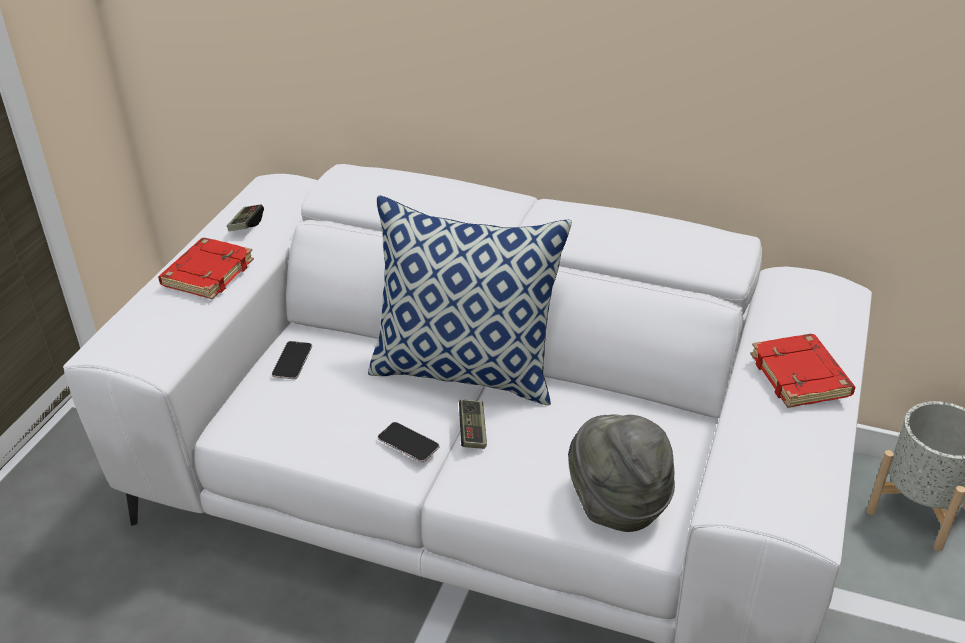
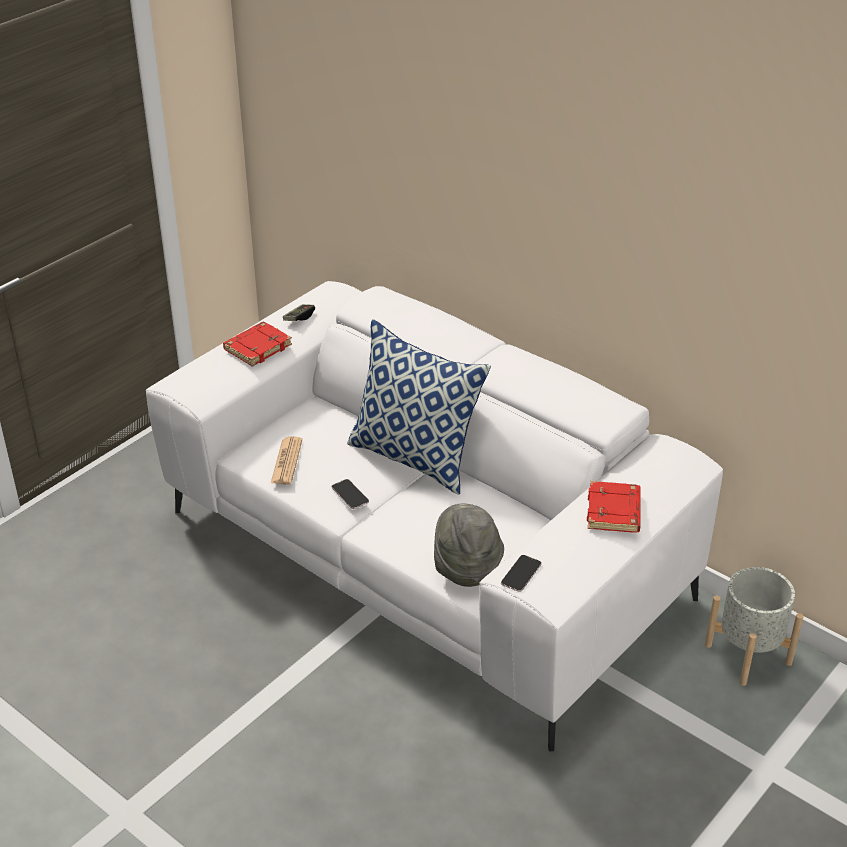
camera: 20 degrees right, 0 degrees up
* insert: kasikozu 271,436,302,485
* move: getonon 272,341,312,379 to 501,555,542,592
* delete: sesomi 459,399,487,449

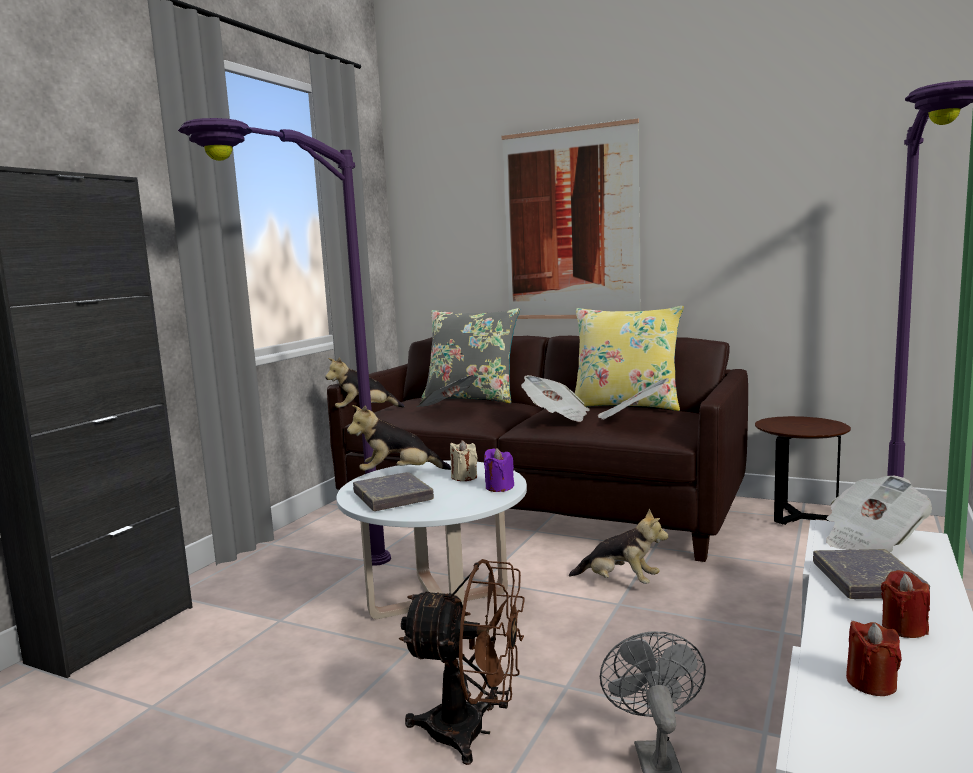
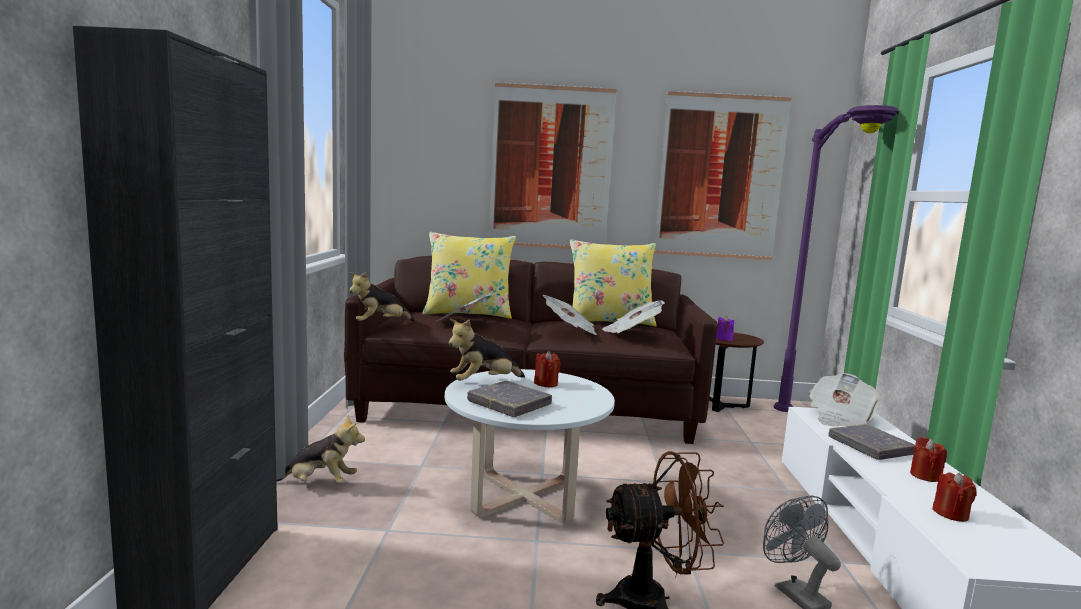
camera: 25 degrees left, 0 degrees up
* move: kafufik 569,509,669,584 to 276,415,365,484
* recolor: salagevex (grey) 421,308,520,404 to salagevex (yellow) 422,232,516,319
* recolor: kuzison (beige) 450,440,478,481 to kuzison (red) 534,351,561,387
* insert: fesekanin 654,91,792,260
* move: kuzison (purple) 484,448,514,492 to 716,316,734,341
* delete: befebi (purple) 178,118,391,566

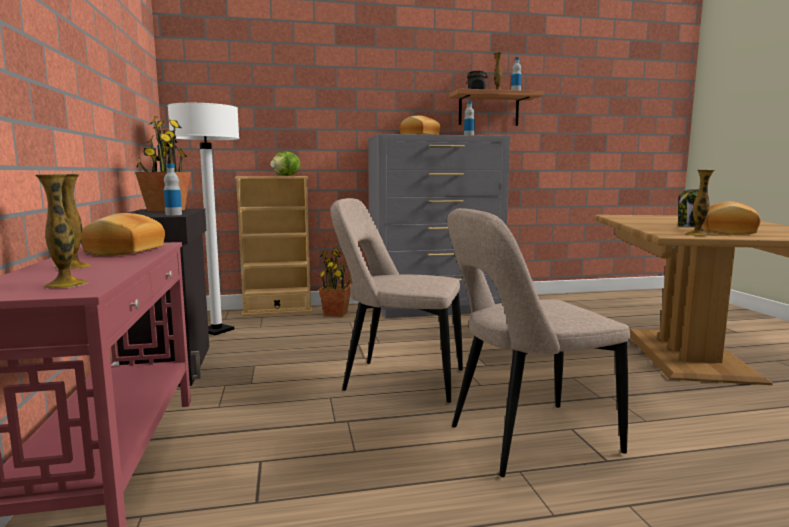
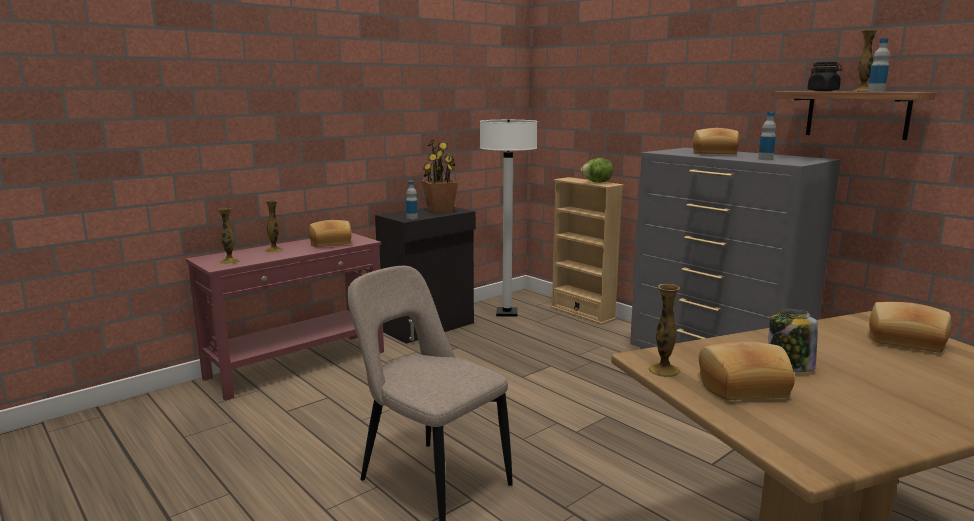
camera: 60 degrees right, 5 degrees up
* insert: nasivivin 869,302,951,353
* delete: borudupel 318,248,353,317
* delete: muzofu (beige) 331,198,463,403

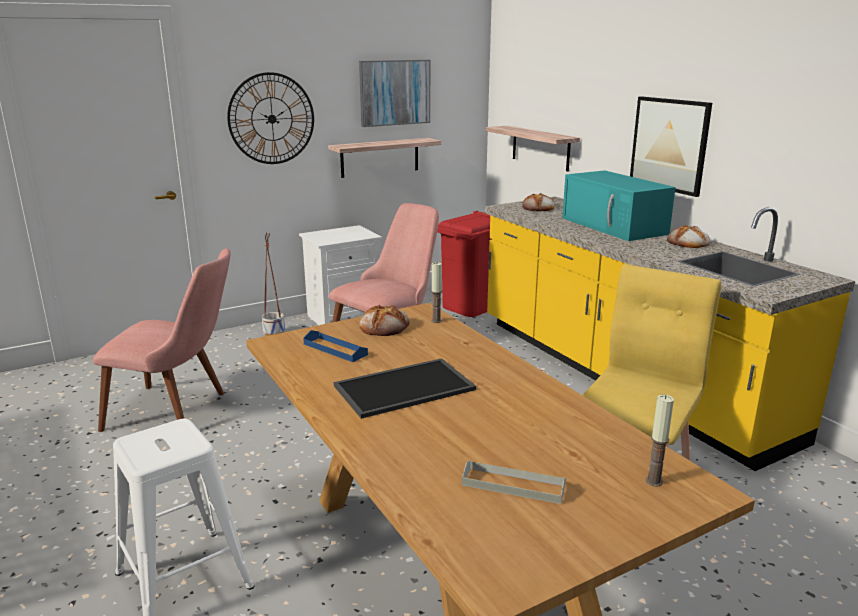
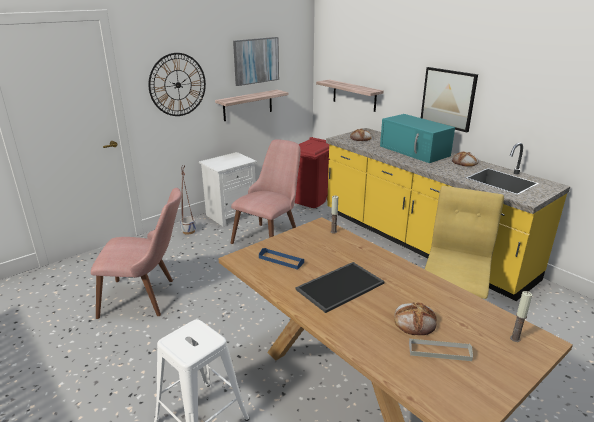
camera: 10 degrees left, 5 degrees up
* move: nasivivin 359,305,409,336 to 394,302,437,335

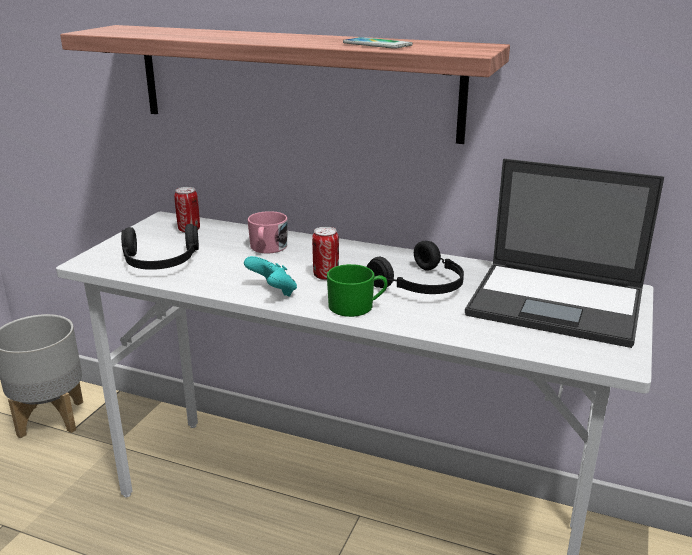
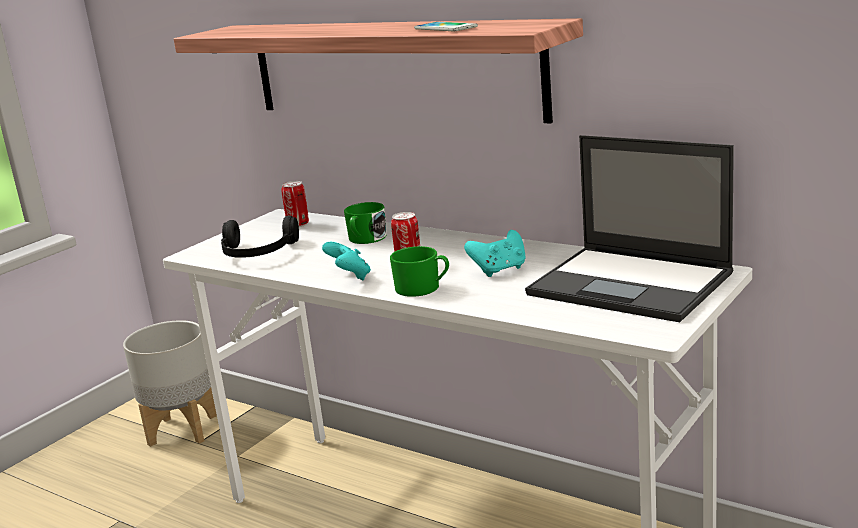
camera: 15 degrees right, 5 degrees down
* recolor: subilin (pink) 247,211,288,253 to subilin (green) 344,202,386,244
* replace: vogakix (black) 367,241,464,294 to sesomi (turquoise) 464,230,526,277

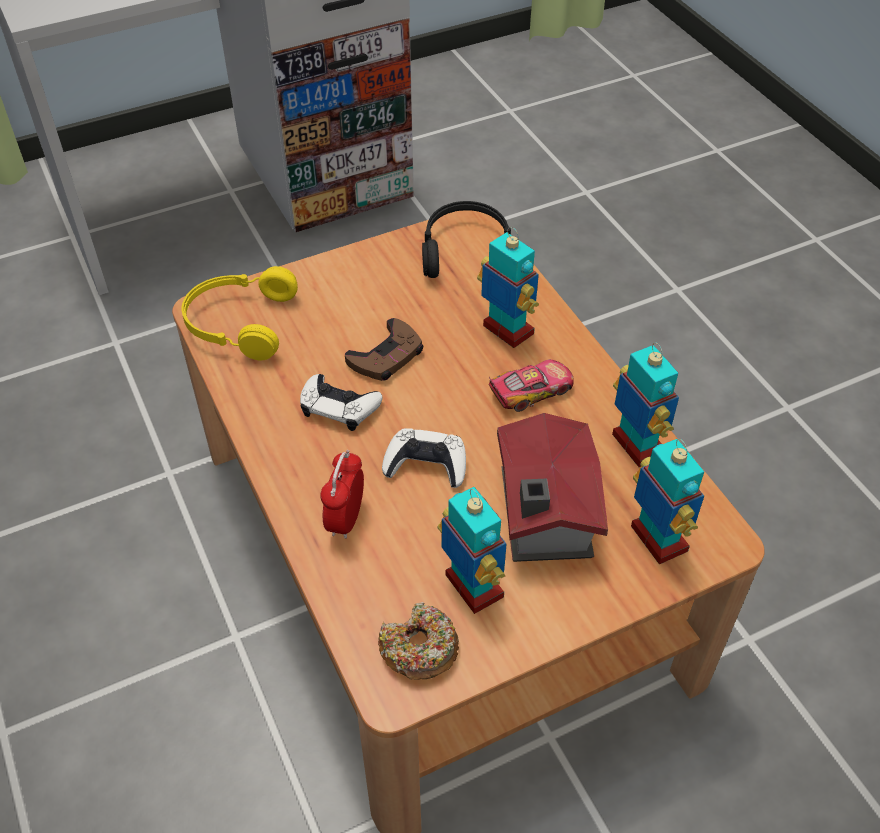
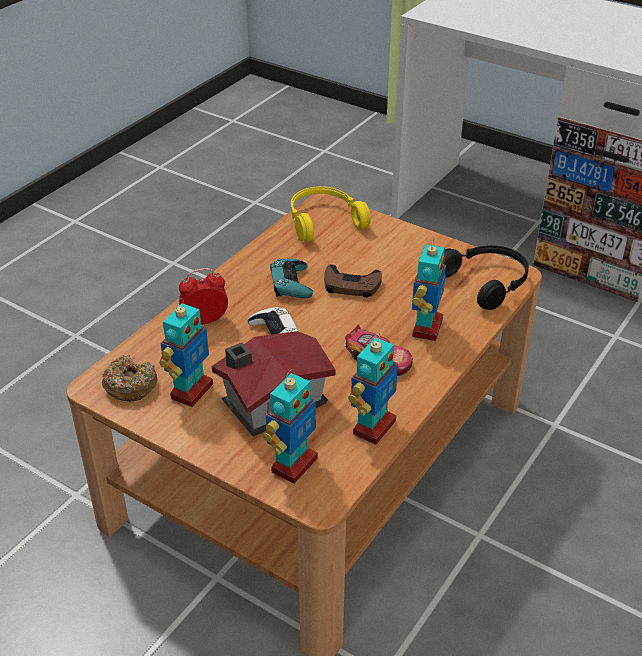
camera: 60 degrees right, 10 degrees down
* recolor: sesomi (white) 300,374,382,431 to sesomi (turquoise) 270,259,313,298

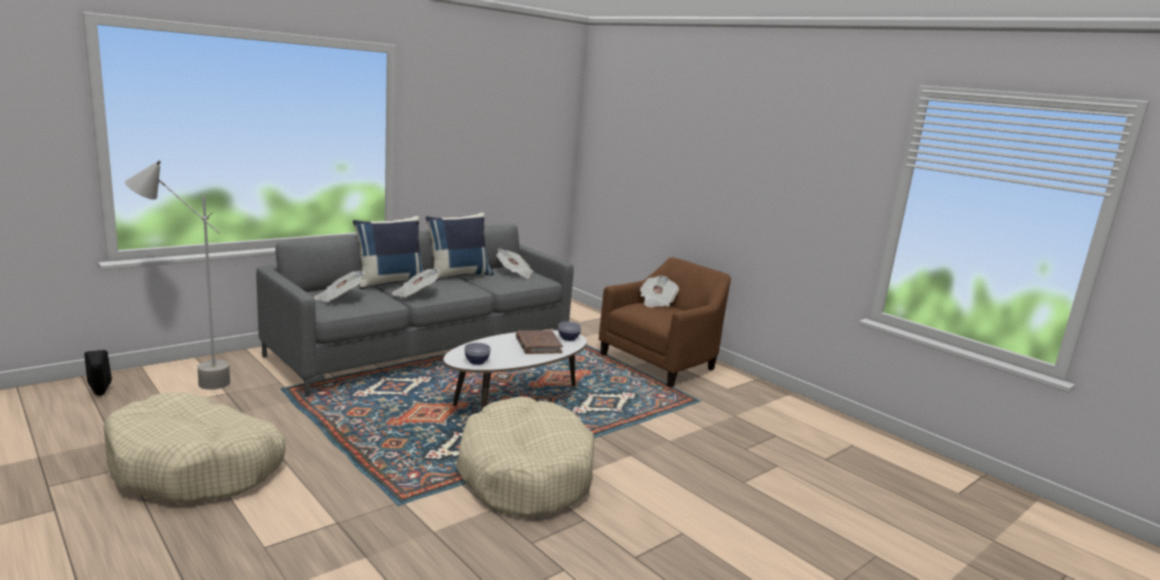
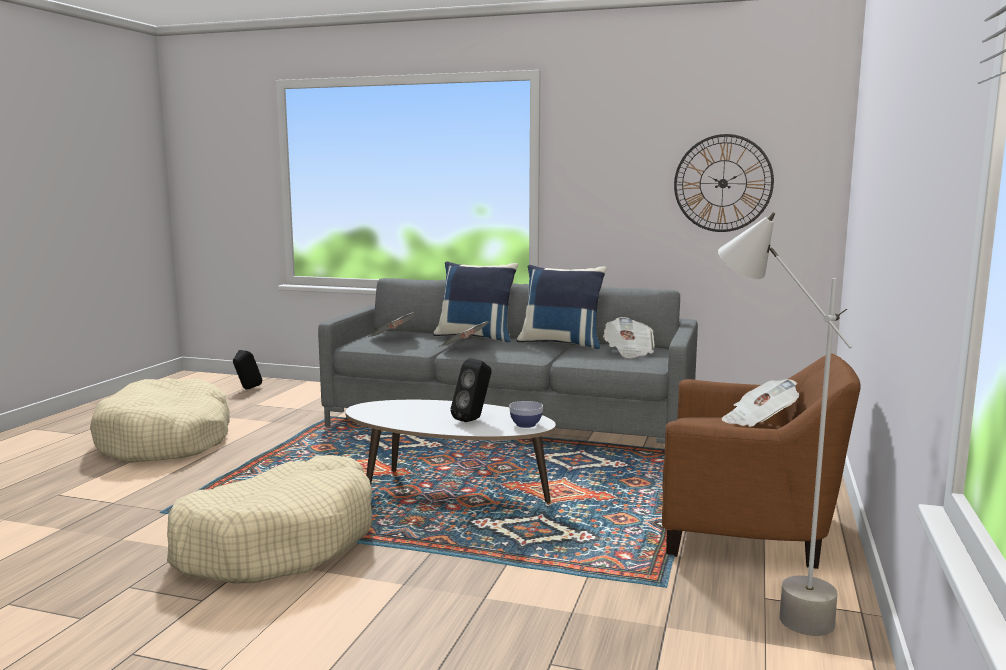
camera: 60 degrees right, 5 degrees down
* replace: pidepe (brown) 516,330,563,354 to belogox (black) 450,358,492,422
* insert: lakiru 674,134,774,232
* move: befebi (grey) 125,160,230,390 to 718,212,852,636
* delete: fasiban 464,343,491,365

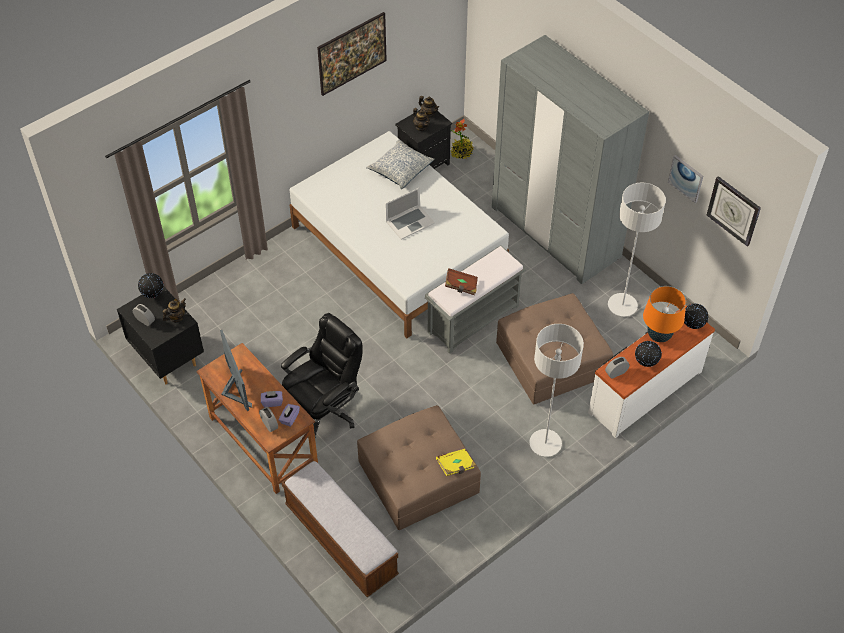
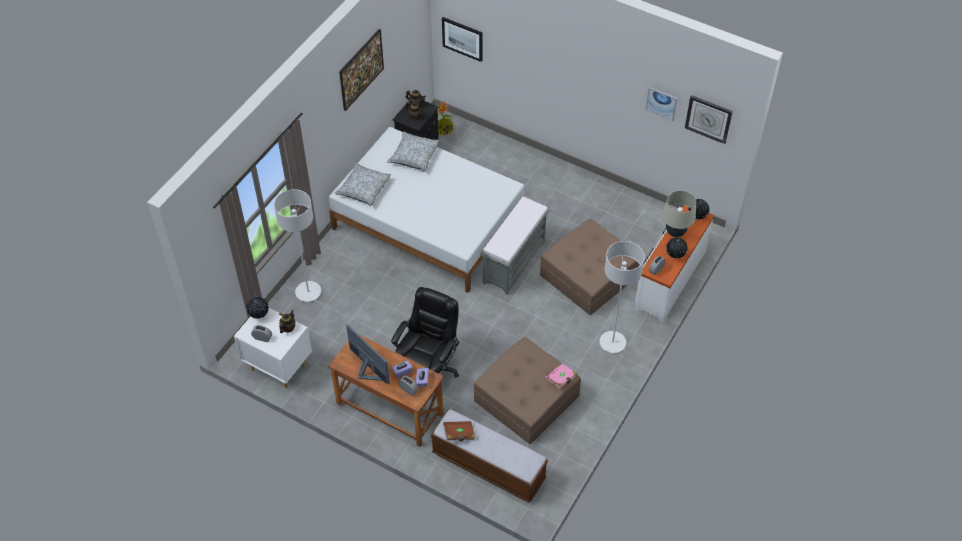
camera: 20 degrees left, 0 degrees up
* recolor: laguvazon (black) 117,285,204,384 to laguvazon (white) 234,308,312,388
* move: befebi (grey) 608,183,666,317 to 274,189,321,302
* insert: salagevex 334,163,391,206
* insert: fesekanin 442,17,483,62
* move: pidepe (brown) 445,268,478,295 to 443,421,476,441
* recolor: pidepe (yellow) 436,449,476,476 to pidepe (pink) 545,363,577,388
* recolor: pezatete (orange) 643,286,686,342 to pezatete (beige) 662,190,696,237
* delete: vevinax 385,188,435,240
* delete: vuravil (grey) 492,35,649,284

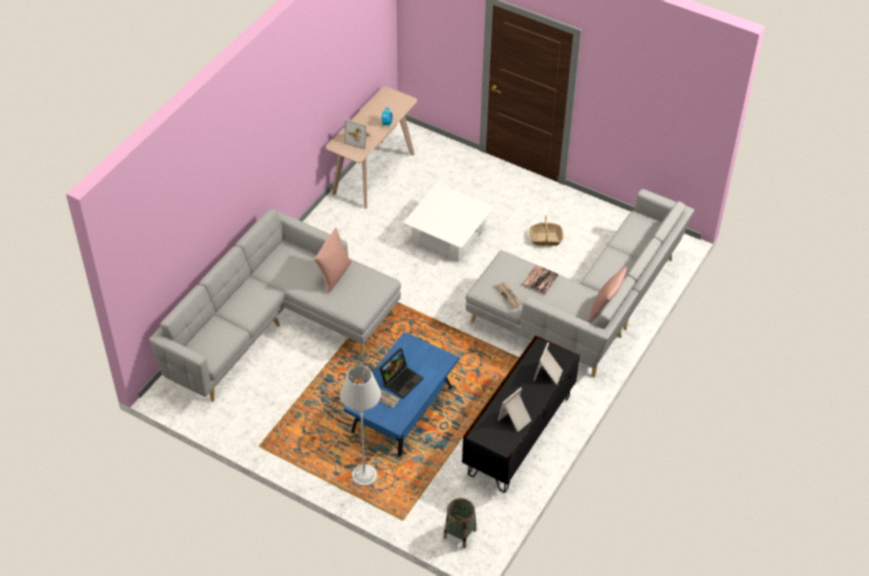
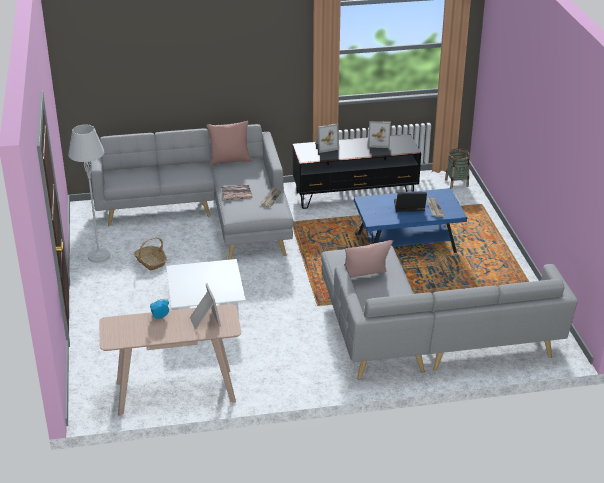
camera: 130 degrees left, 15 degrees down
* move: befebi (grey) 340,365,381,486 to 68,124,110,263

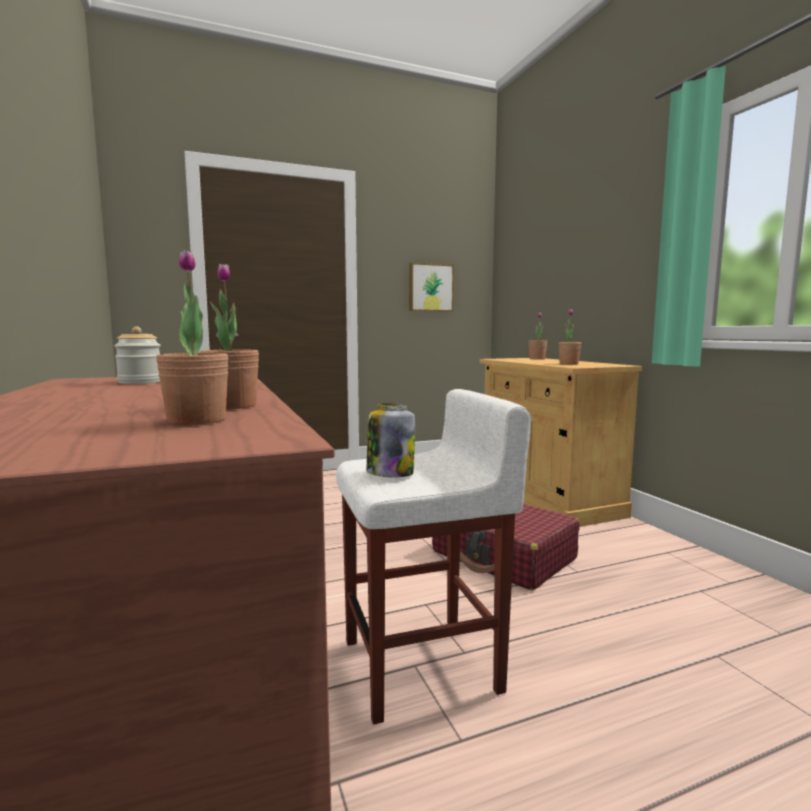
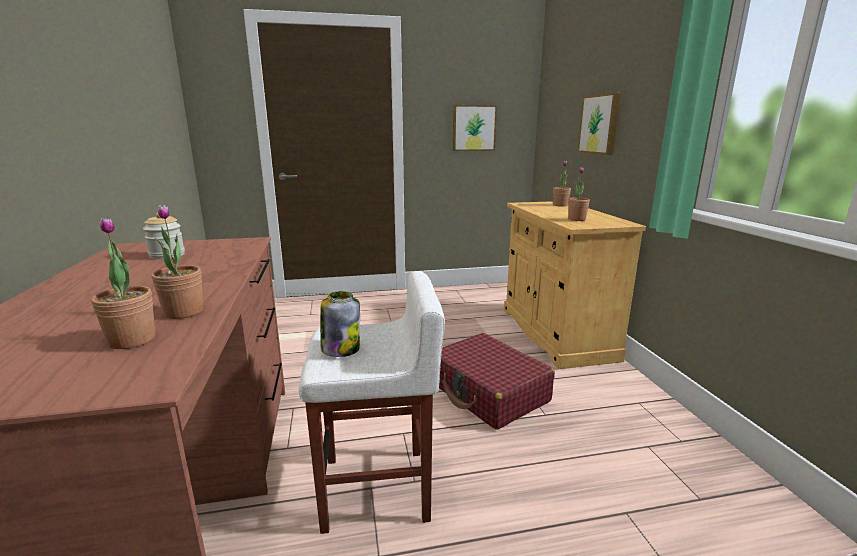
camera: 10 degrees right, 10 degrees up
* insert: fesekanin 578,93,621,155

